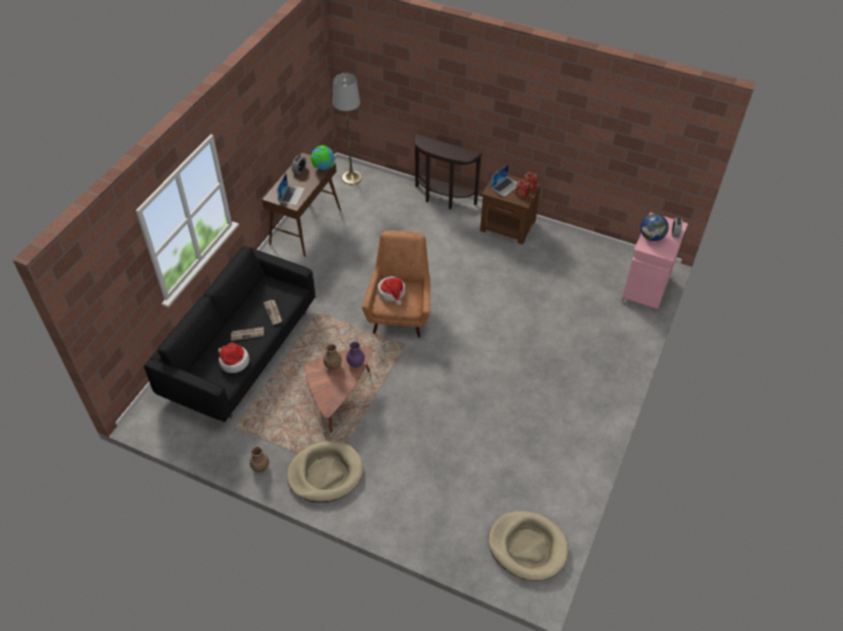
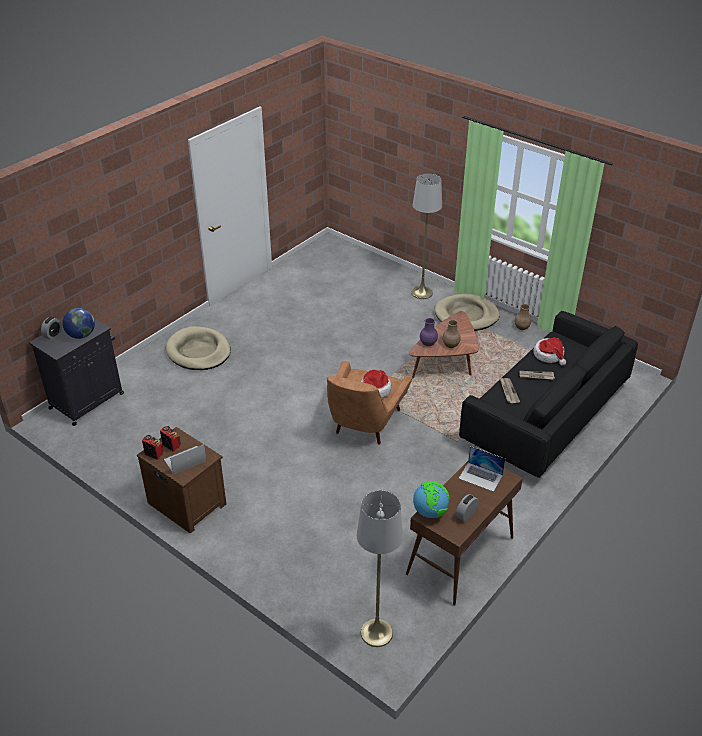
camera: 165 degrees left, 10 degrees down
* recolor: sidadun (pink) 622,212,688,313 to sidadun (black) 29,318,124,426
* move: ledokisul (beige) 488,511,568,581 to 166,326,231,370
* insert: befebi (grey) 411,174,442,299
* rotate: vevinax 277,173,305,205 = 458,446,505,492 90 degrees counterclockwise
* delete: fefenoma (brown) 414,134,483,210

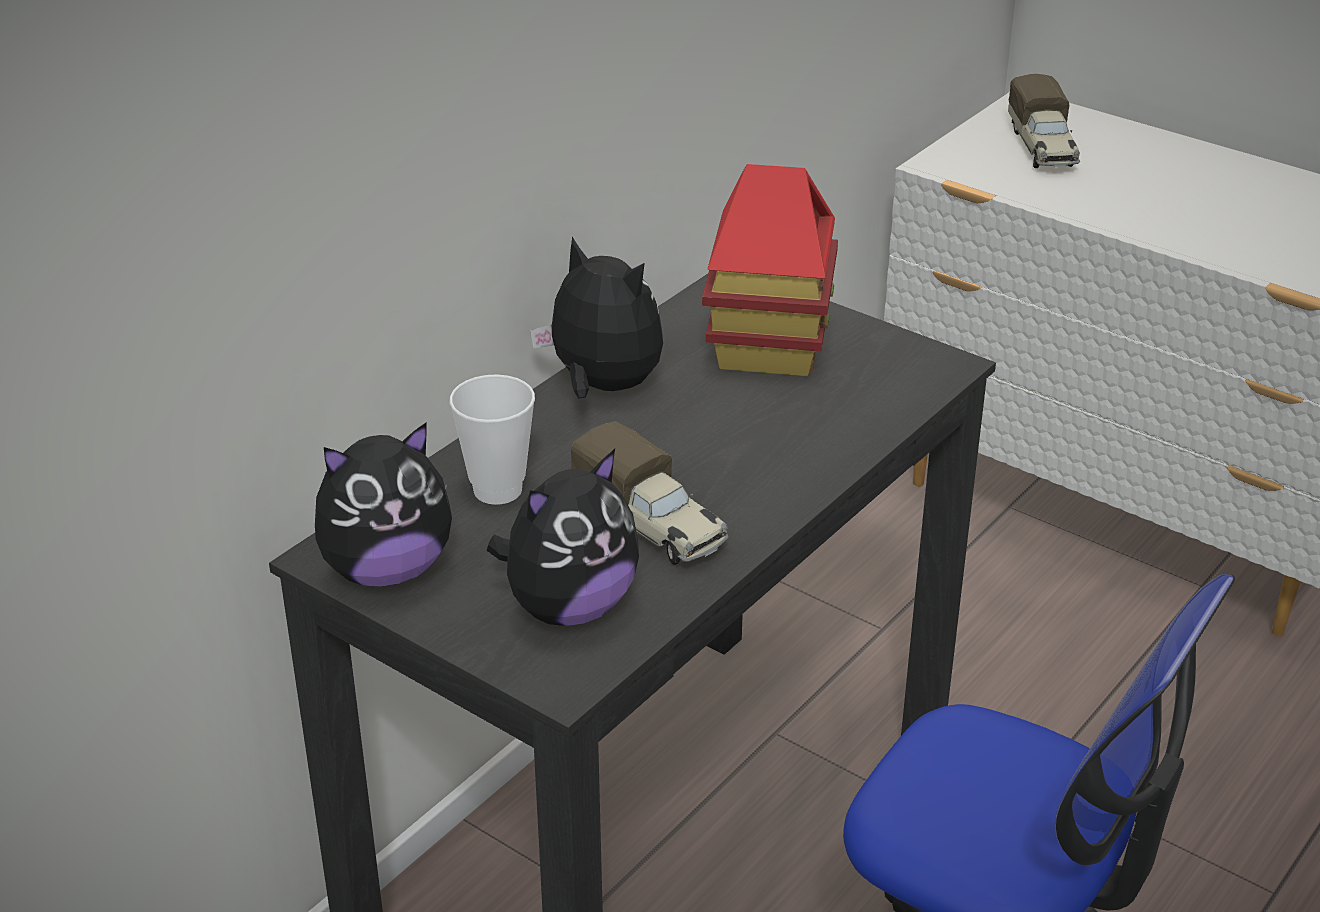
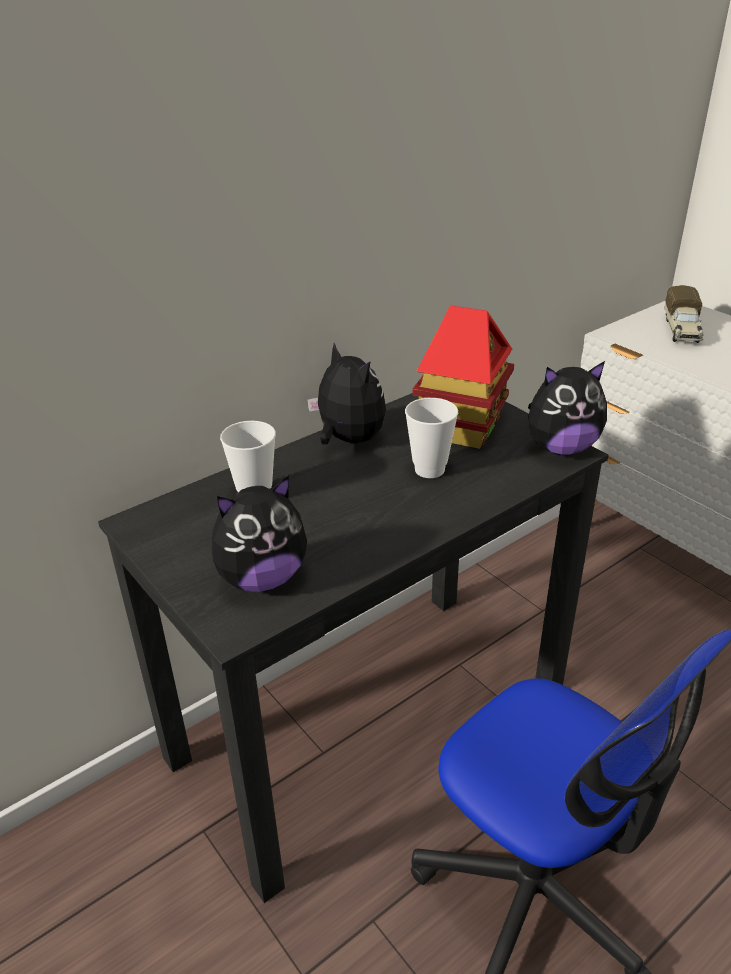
camera: 15 degrees right, 0 degrees up
* insert: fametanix 405,398,458,478
* move: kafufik 315,423,452,586 to 528,361,607,455
* delete: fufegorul 571,421,729,565

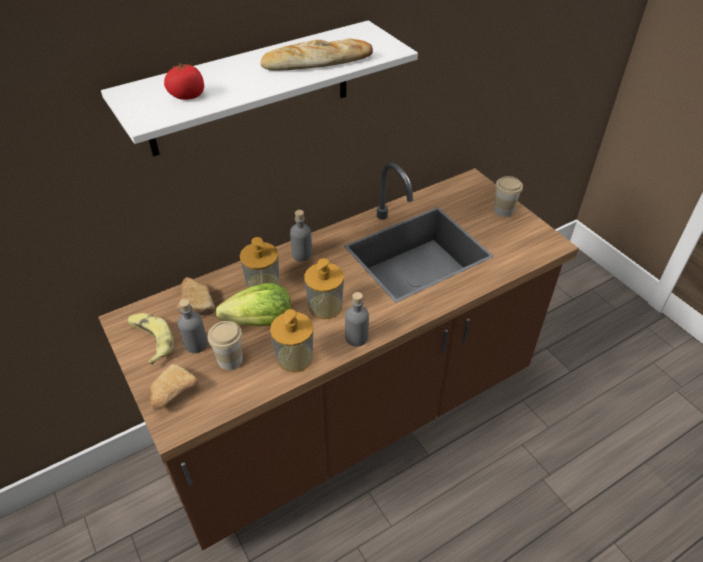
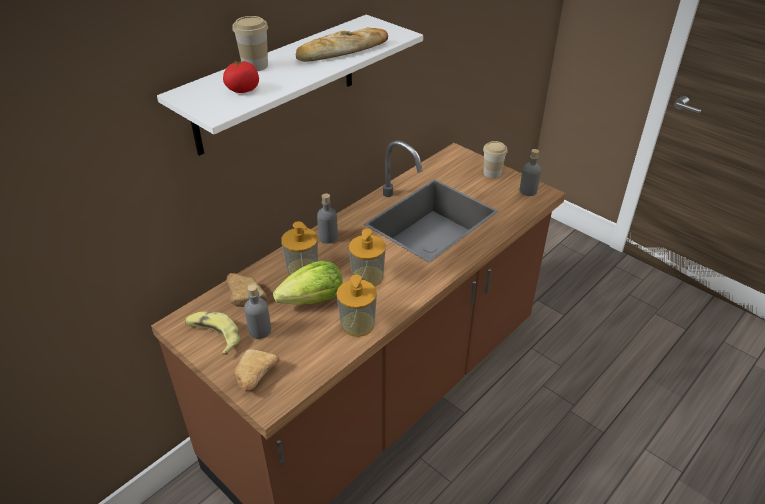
camera: 15 degrees left, 5 degrees down
* move: fametanix 208,321,243,370 to 232,16,268,71
* move: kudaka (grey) 345,292,369,347 to 519,149,541,196

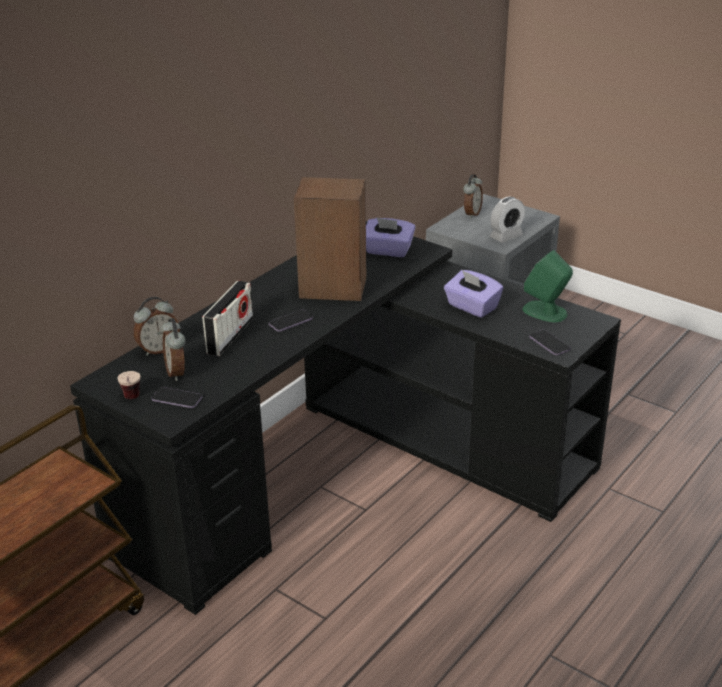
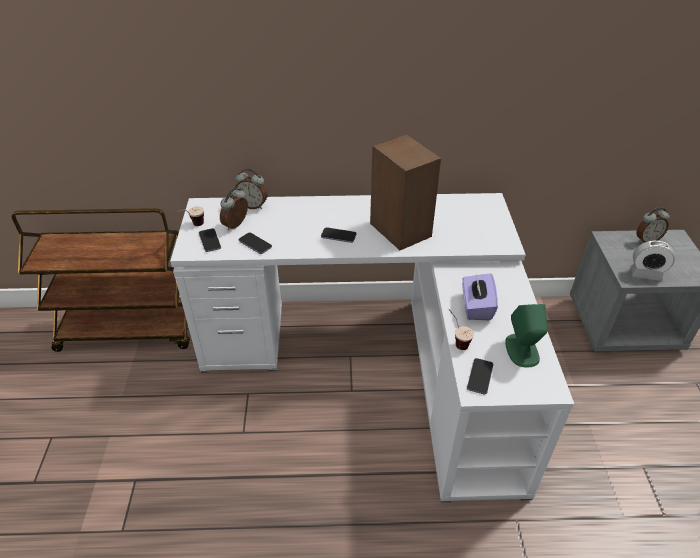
camera: 50 degrees right, 10 degrees up
* recolor: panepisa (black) 70,221,621,615 to panepisa (white) 170,193,574,503
* insert: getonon 238,232,272,254
* insert: fametanix 449,309,474,350
* delete: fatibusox 202,281,253,356
* delete: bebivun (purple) 366,218,416,257

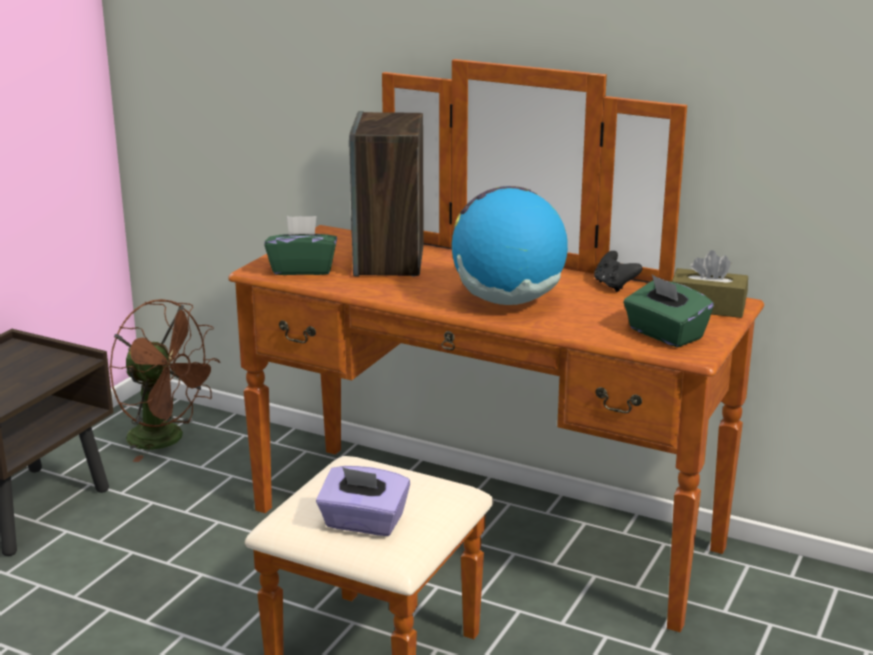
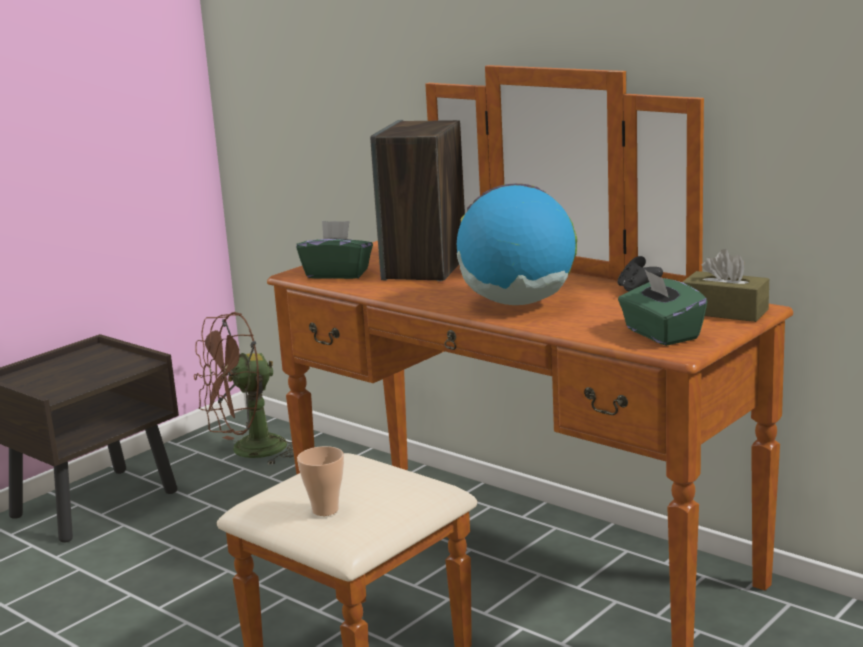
camera: 15 degrees right, 5 degrees down
* rotate: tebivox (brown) 109,299,221,462 = 194,312,294,465 105 degrees clockwise
* replace: bebivun (purple) 316,466,410,536 to fametanix 297,446,344,516

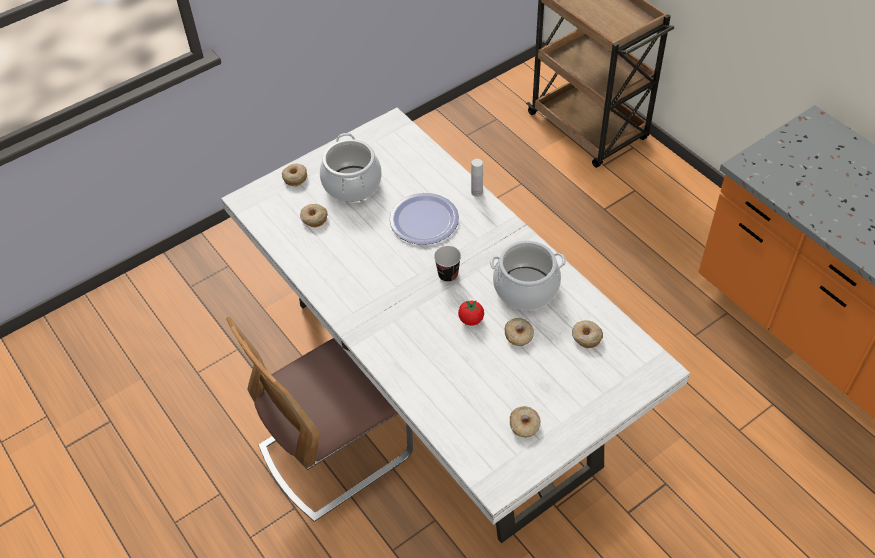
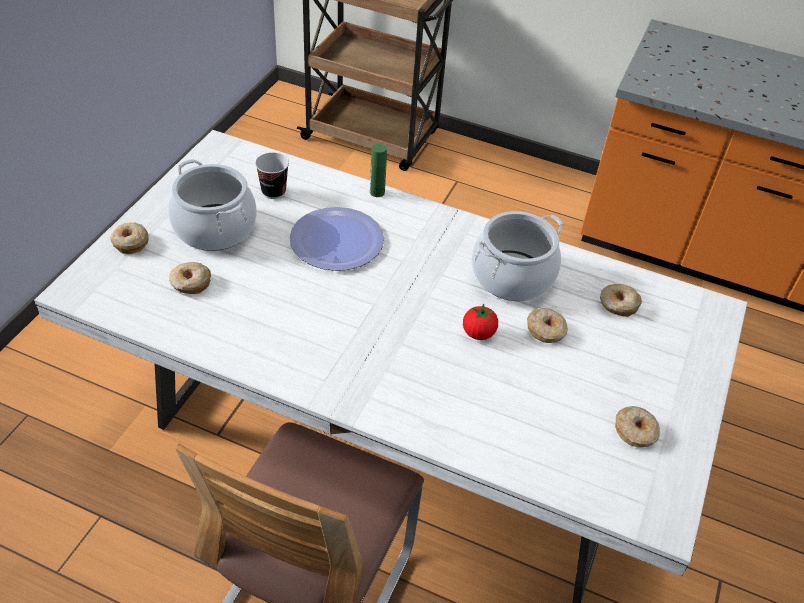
camera: 35 degrees left, 5 degrees down
* move: fametanix 434,246,461,282 to 255,152,289,199
* recolor: kudaka (white) 471,159,483,197 to kudaka (green) 370,144,387,197

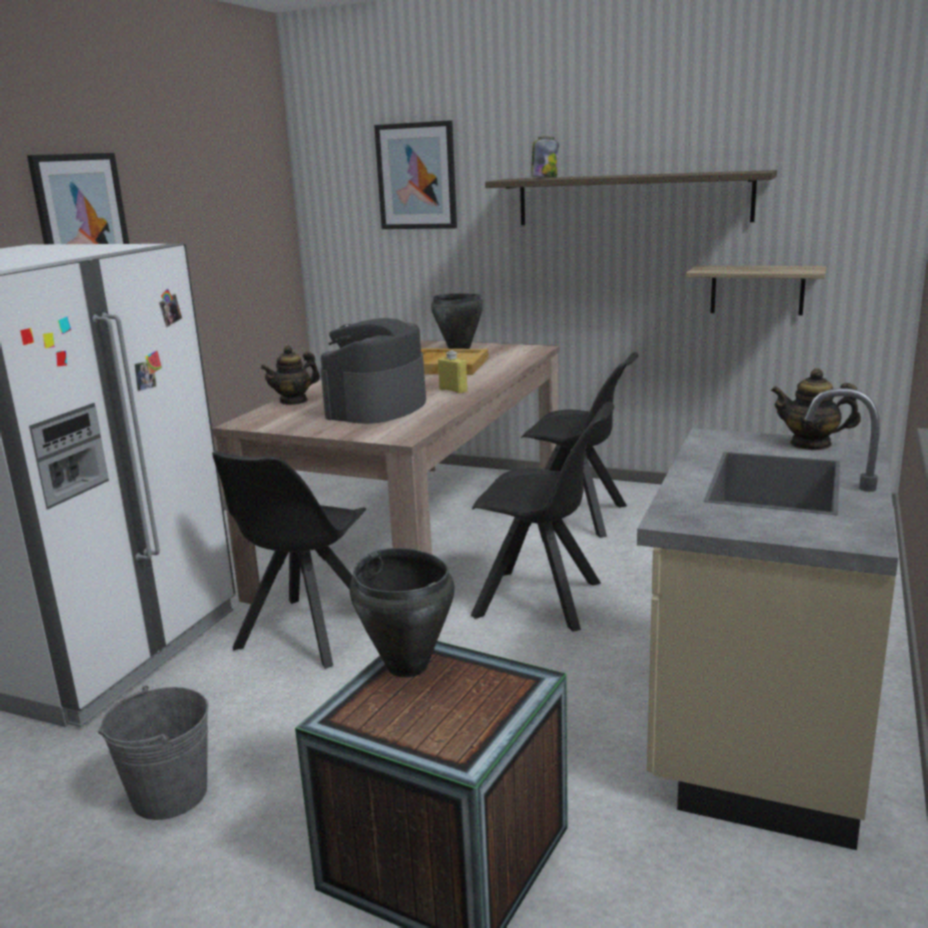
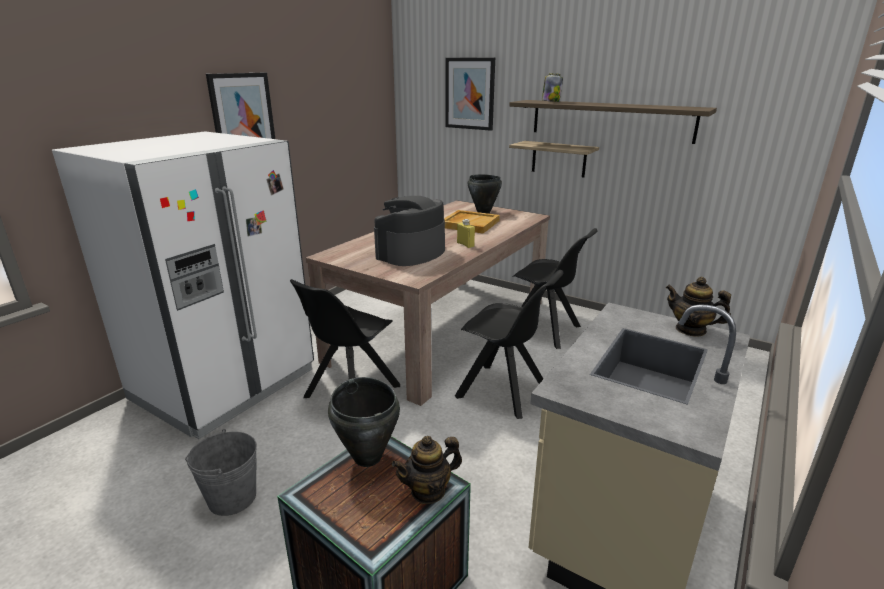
camera: 10 degrees right, 5 degrees up
* move: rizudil 261,346,320,405 to 392,436,462,504
* move: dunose 686,266,826,315 to 509,141,599,177

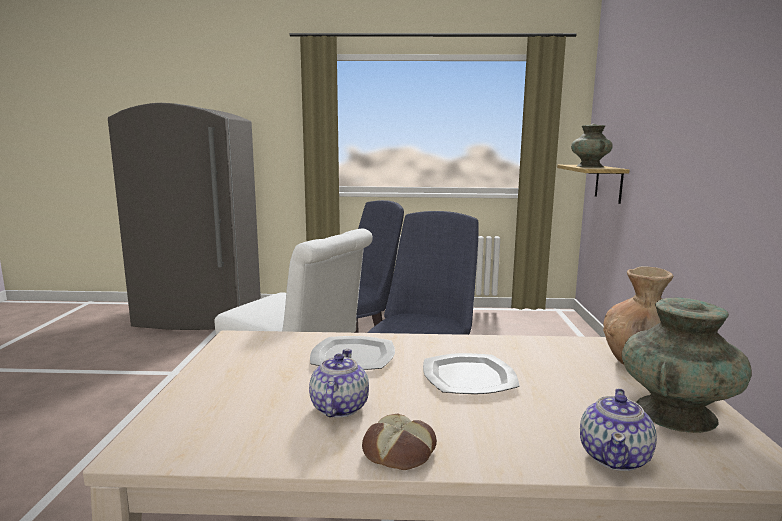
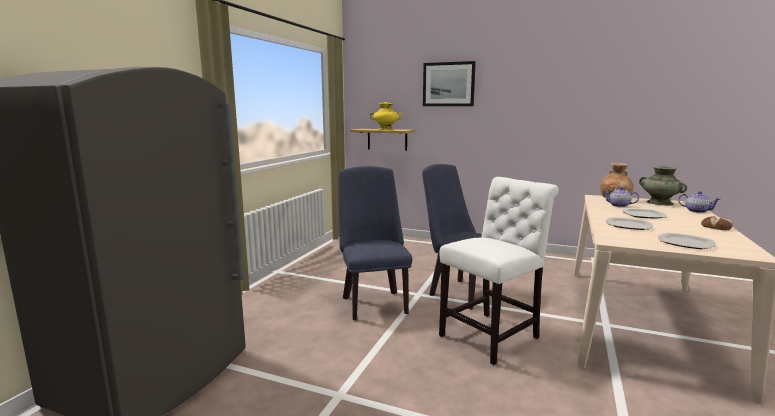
camera: 70 degrees left, 0 degrees up
* recolor: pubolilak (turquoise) 571,124,613,167 to pubolilak (yellow) 370,102,403,130
* insert: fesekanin 423,61,476,106
* move: rizudil 309,349,369,418 to 603,187,639,207
* insert: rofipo 658,232,716,249

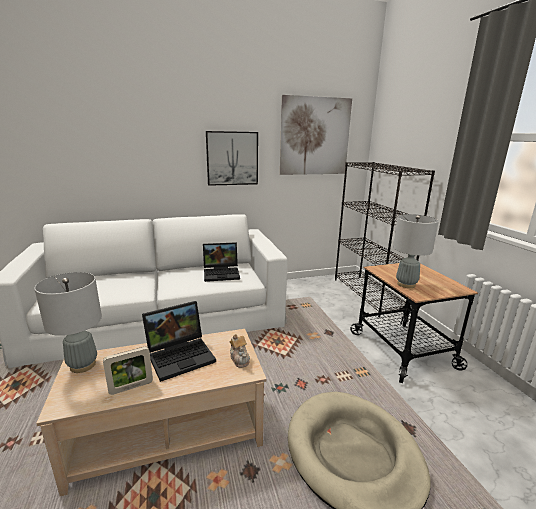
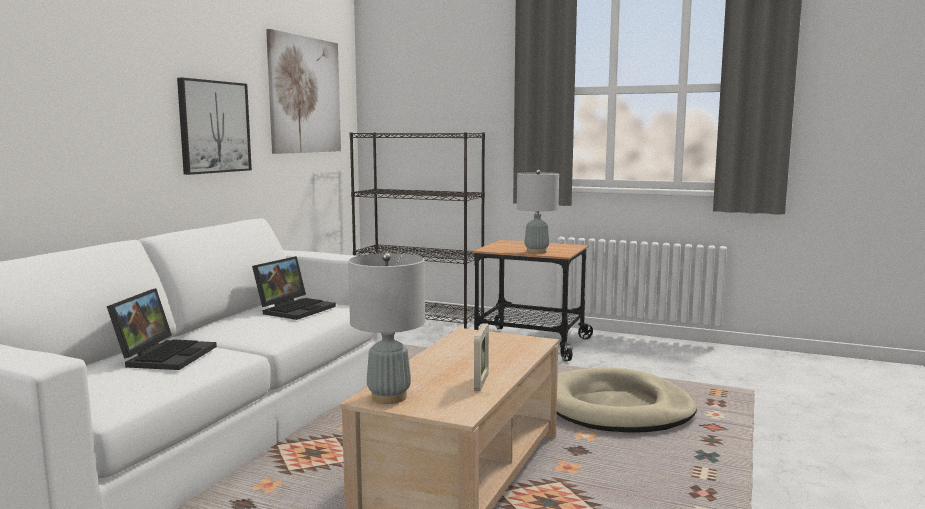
camera: 50 degrees left, 10 degrees down
* move: vevinax 142,301,216,382 to 107,288,217,370
* delete: rizudil 229,334,250,368

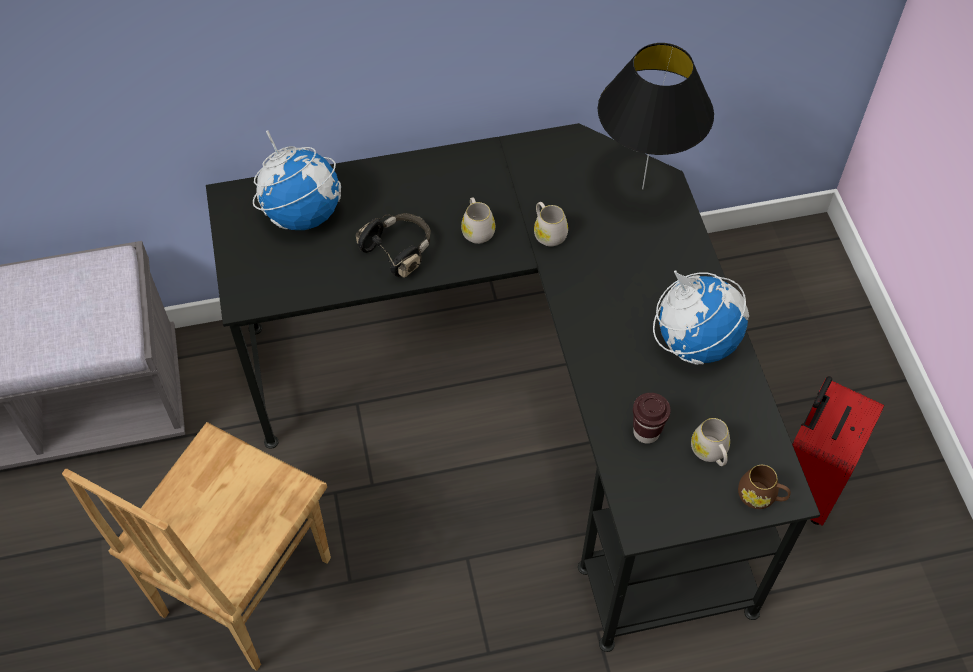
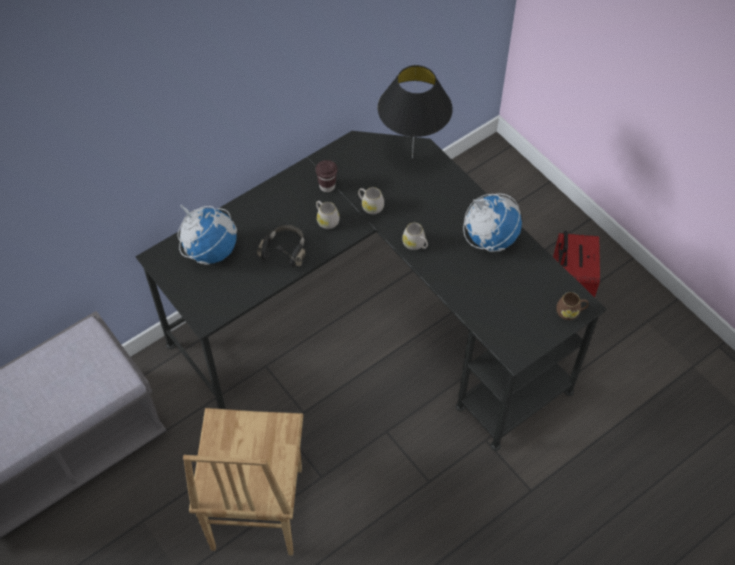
camera: 25 degrees left, 0 degrees up
* move: fametanix (brown) 633,393,671,444 to 316,160,337,192
* move: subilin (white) 691,418,730,466 to 402,223,428,250

